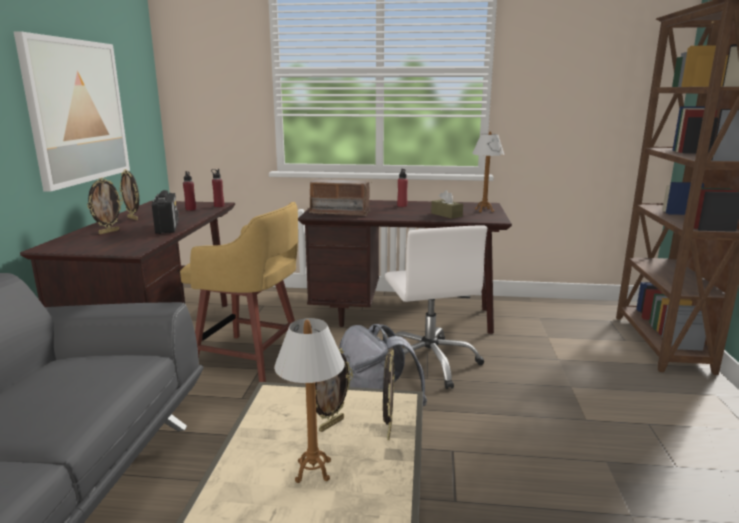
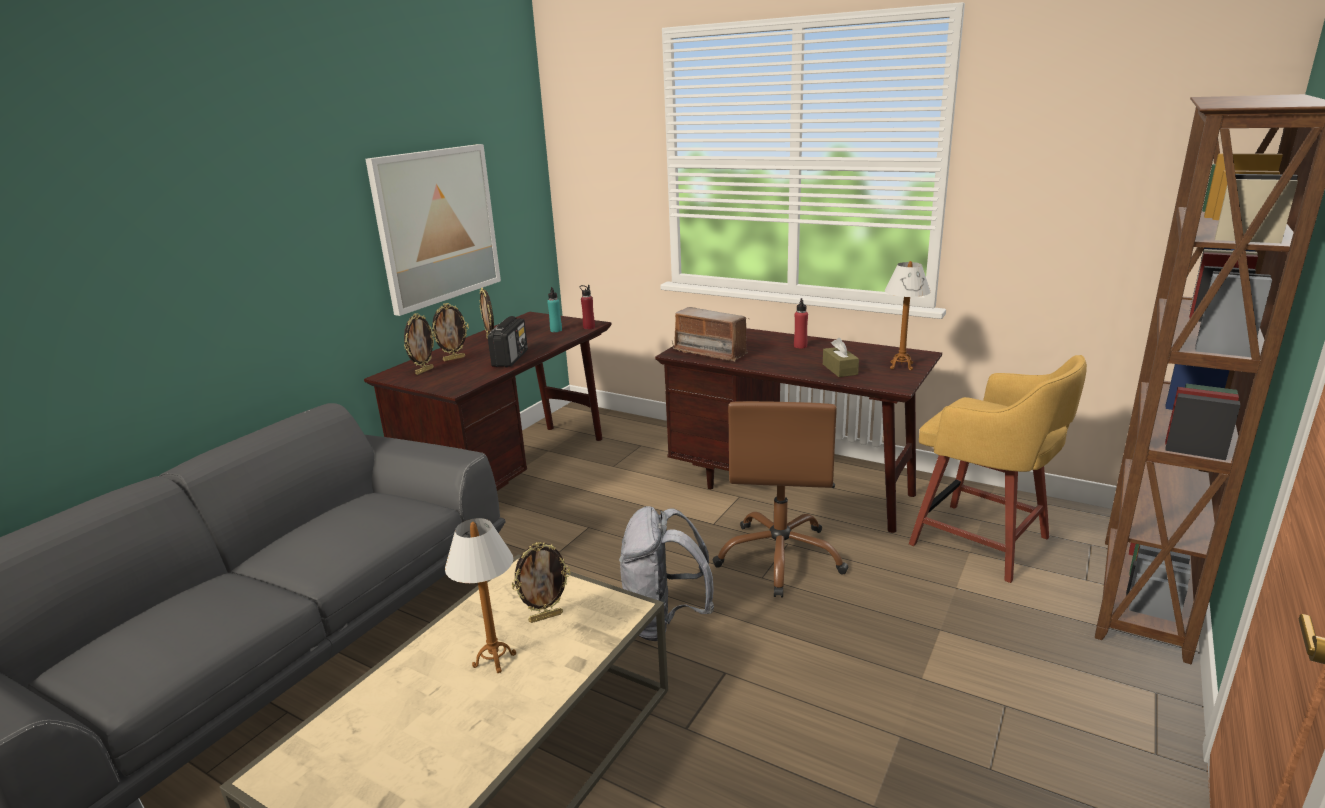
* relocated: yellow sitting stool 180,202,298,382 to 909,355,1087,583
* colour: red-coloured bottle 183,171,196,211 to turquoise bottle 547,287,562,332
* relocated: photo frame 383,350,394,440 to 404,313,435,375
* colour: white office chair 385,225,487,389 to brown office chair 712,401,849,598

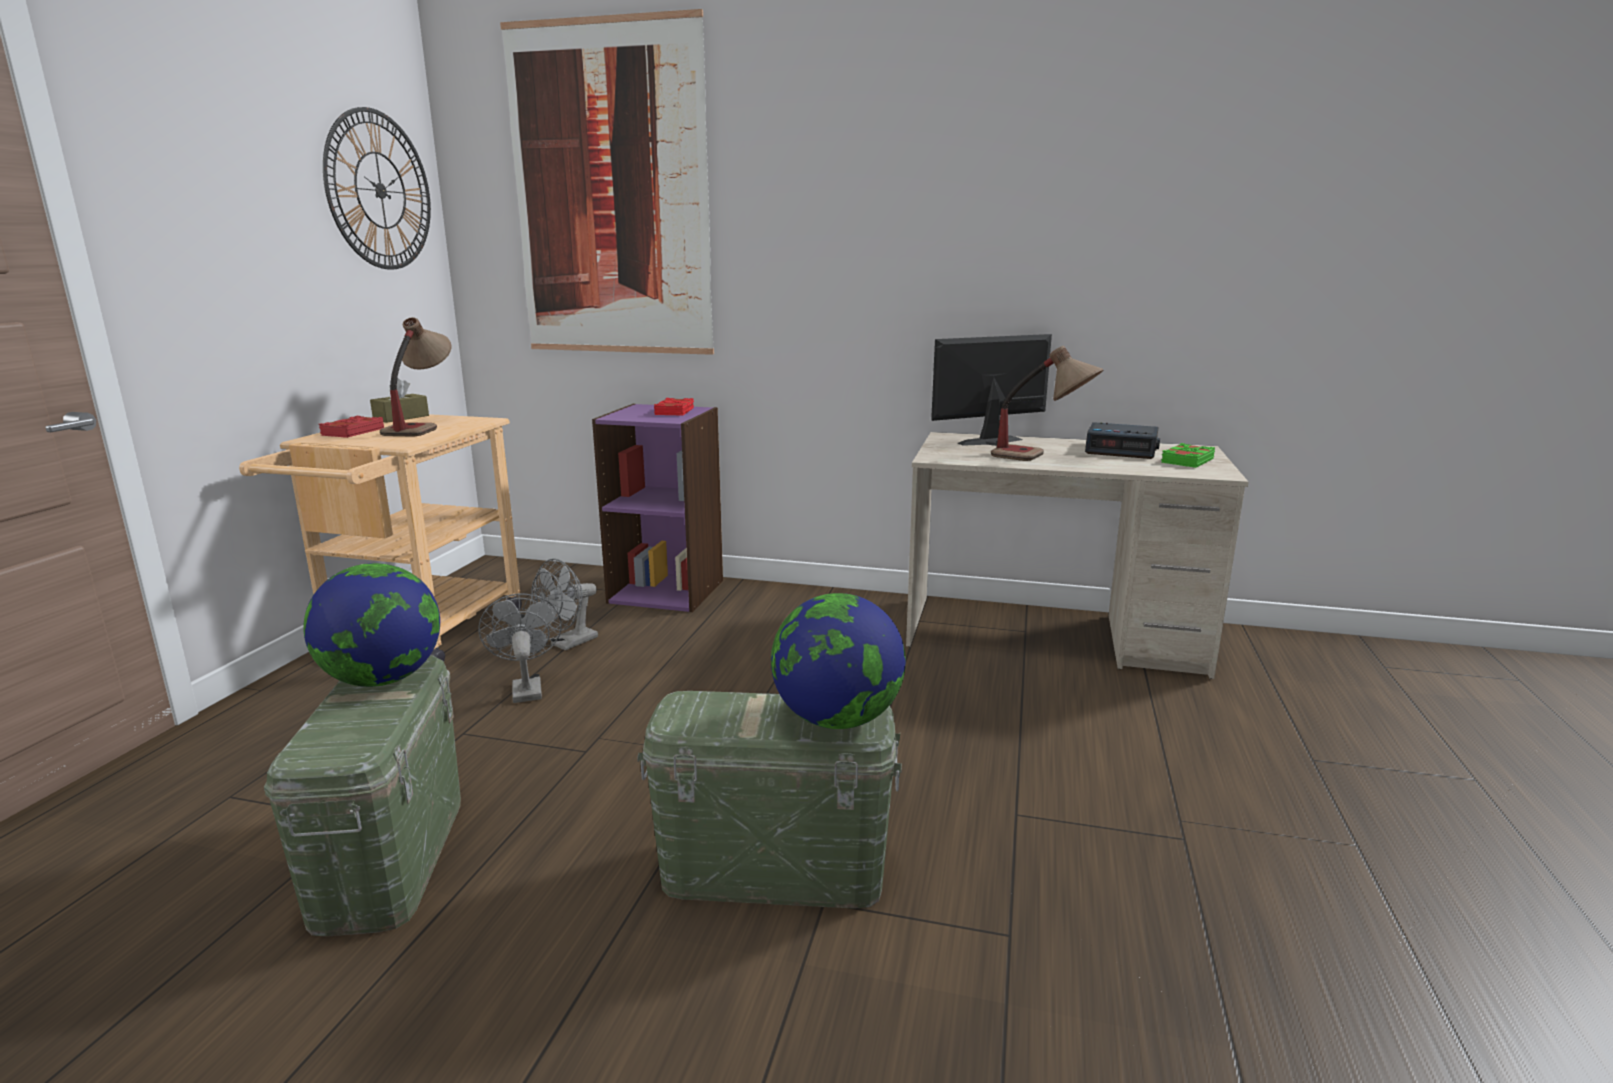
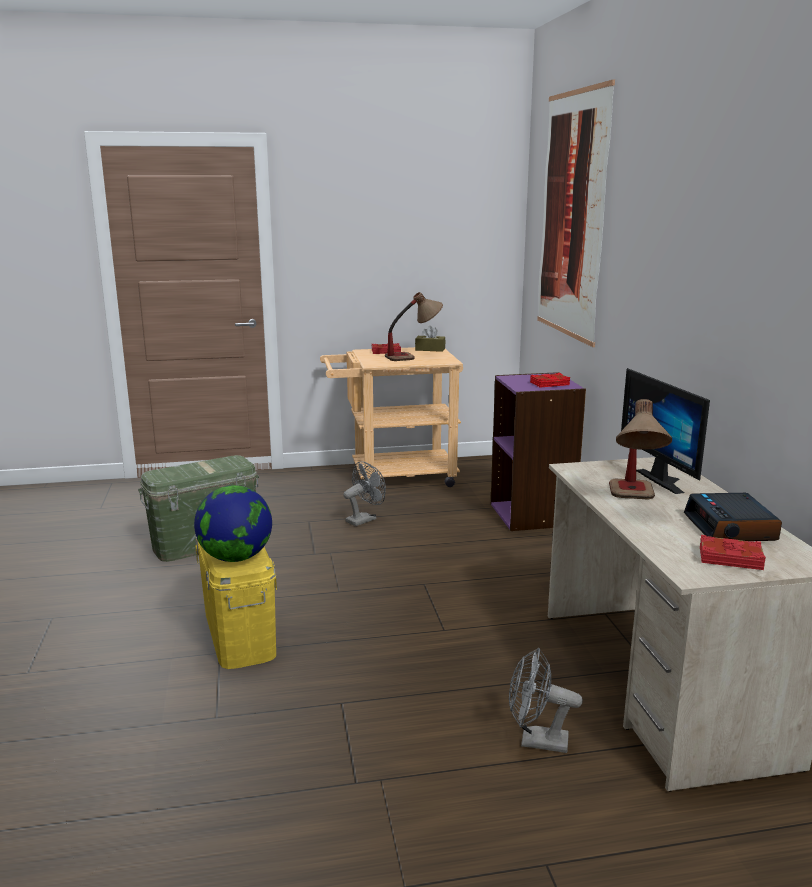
* missing: desk globe 303,563,440,687
* missing: wall clock 323,107,431,270
* relocated: greyish cooling fan 531,559,598,651 to 509,648,583,753
* colour: green storage container 637,691,902,909 to yellow storage container 195,536,277,669
* spun: computer screen 931,334,1052,446 = 621,368,710,494 150 degrees counterclockwise
* colour: green bound book 1161,443,1215,468 to red-coloured bound book 700,535,766,570

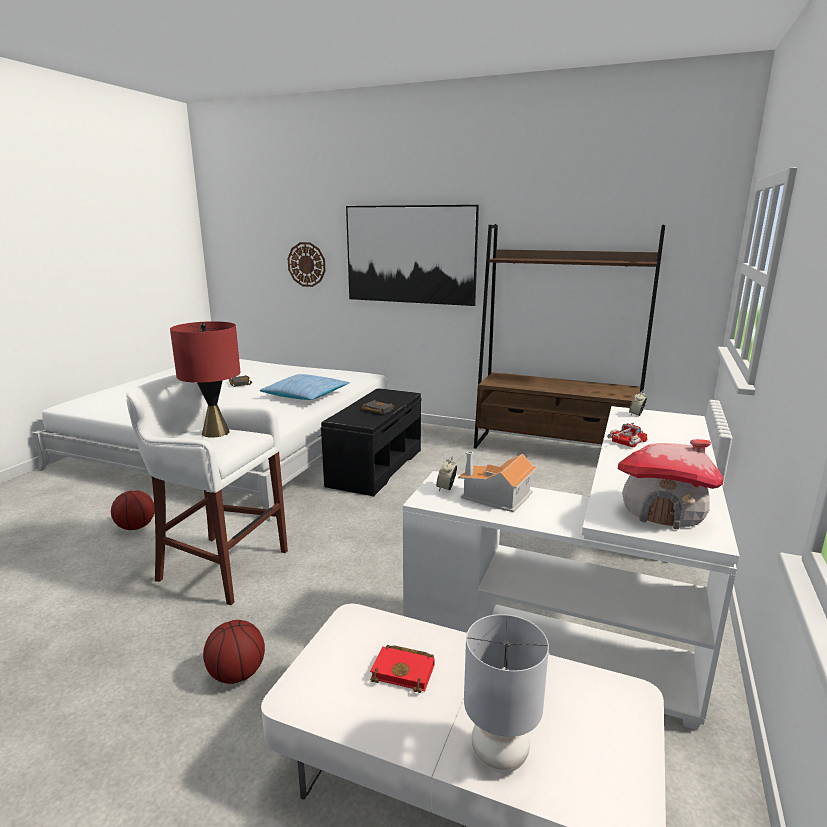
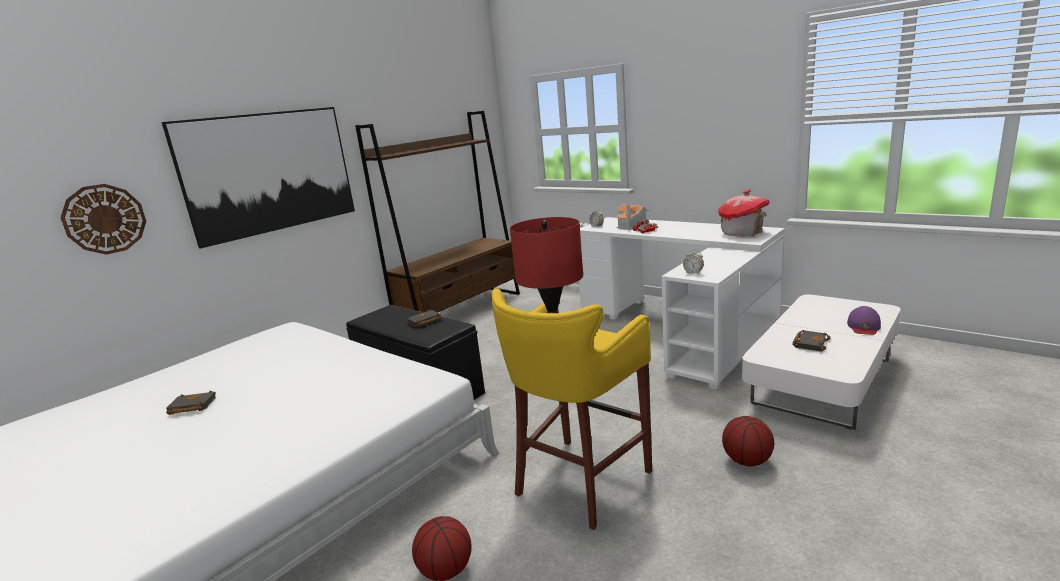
* colour: white sitting stool 126,375,288,605 to yellow sitting stool 492,288,652,530
* missing: throw pillow 260,374,350,400
* colour: red-coloured bound book 370,645,435,693 to black-coloured bound book 792,330,831,351
* relocated: miniature house 458,451,537,512 to 616,204,649,230
* exchanged: greyish lamp for a table 464,614,549,773 to purplish peaked cap 847,306,881,335

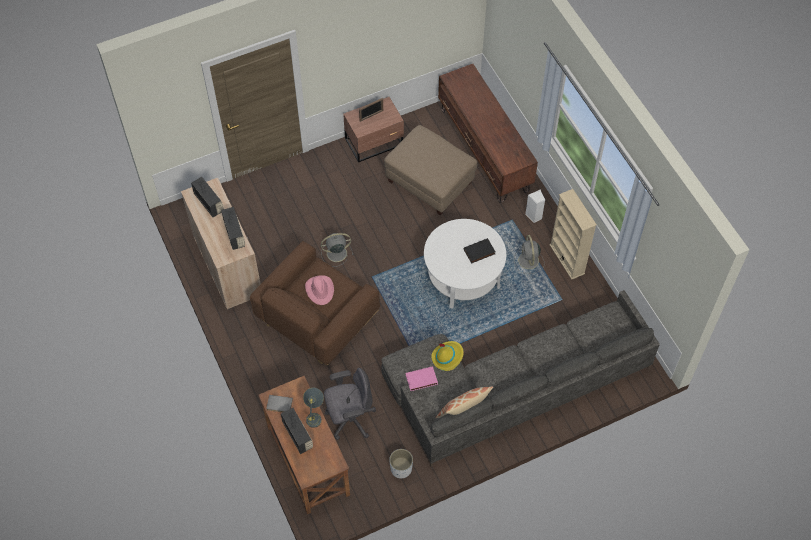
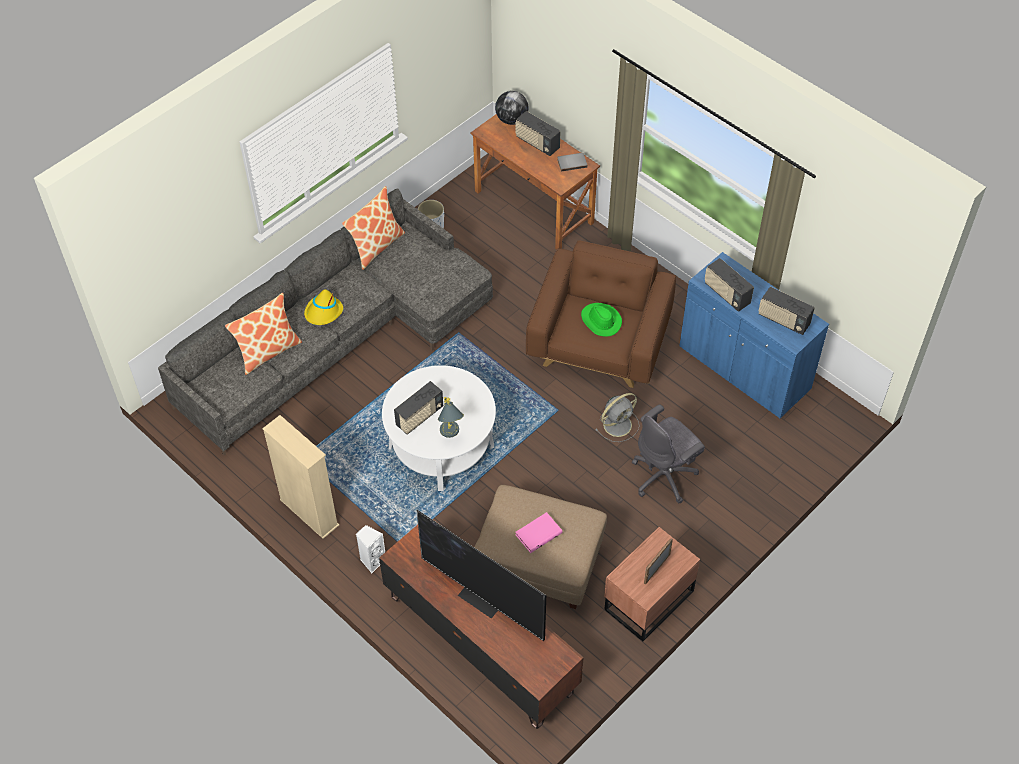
* colour: beige-coloured cupboard 181,178,261,309 to blue cupboard 680,252,829,418
* relocated: greyish lamp for a table 303,388,324,428 to 438,397,464,438
* colour: pink-coloured clothing hat 305,275,334,305 to green clothing hat 581,303,622,337
* relocated: greyish office chair 324,368,376,440 to 632,404,705,503
* relocated: pink-coloured bound book 406,366,438,391 to 515,512,563,553
* relocated: yellow clothing hat 431,341,464,371 to 304,289,343,325
* exchanged: black-coloured bound book 464,238,495,264 to radio 394,381,443,435
* missing: greyish cooling fan 514,235,545,274
* appeared: throw pillow 225,293,302,375
* appeared: TV set 417,510,546,641
* appeared: desk globe 495,91,529,125

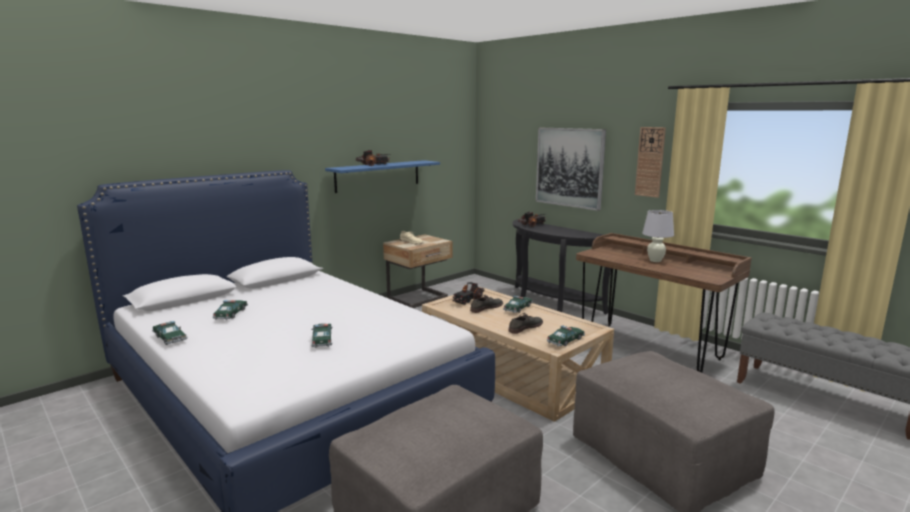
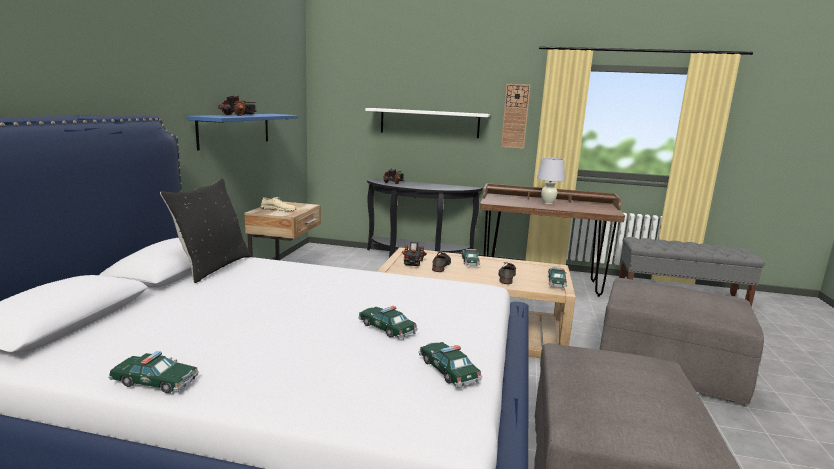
* relocated: toy car 213,300,248,320 to 418,342,483,388
* exchanged: wall picture 536,128,606,211 to white wall shelf 365,108,490,138
* appeared: black-coloured throw pillow 160,178,251,283

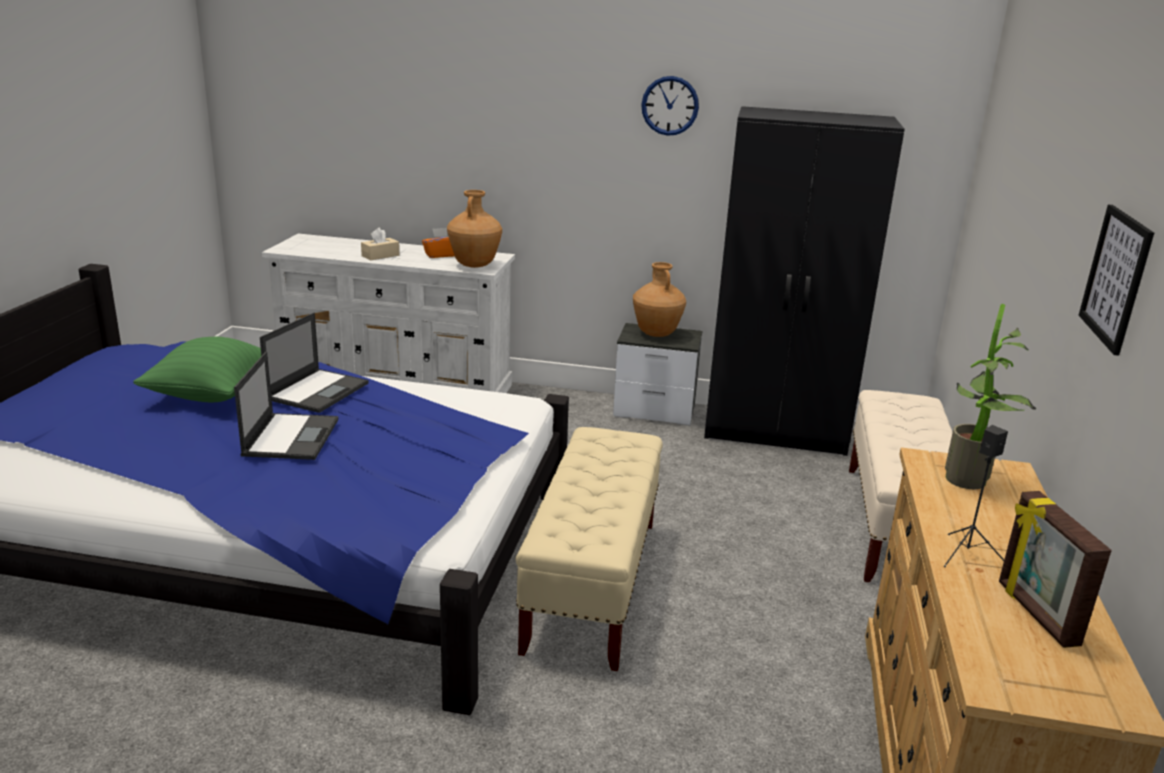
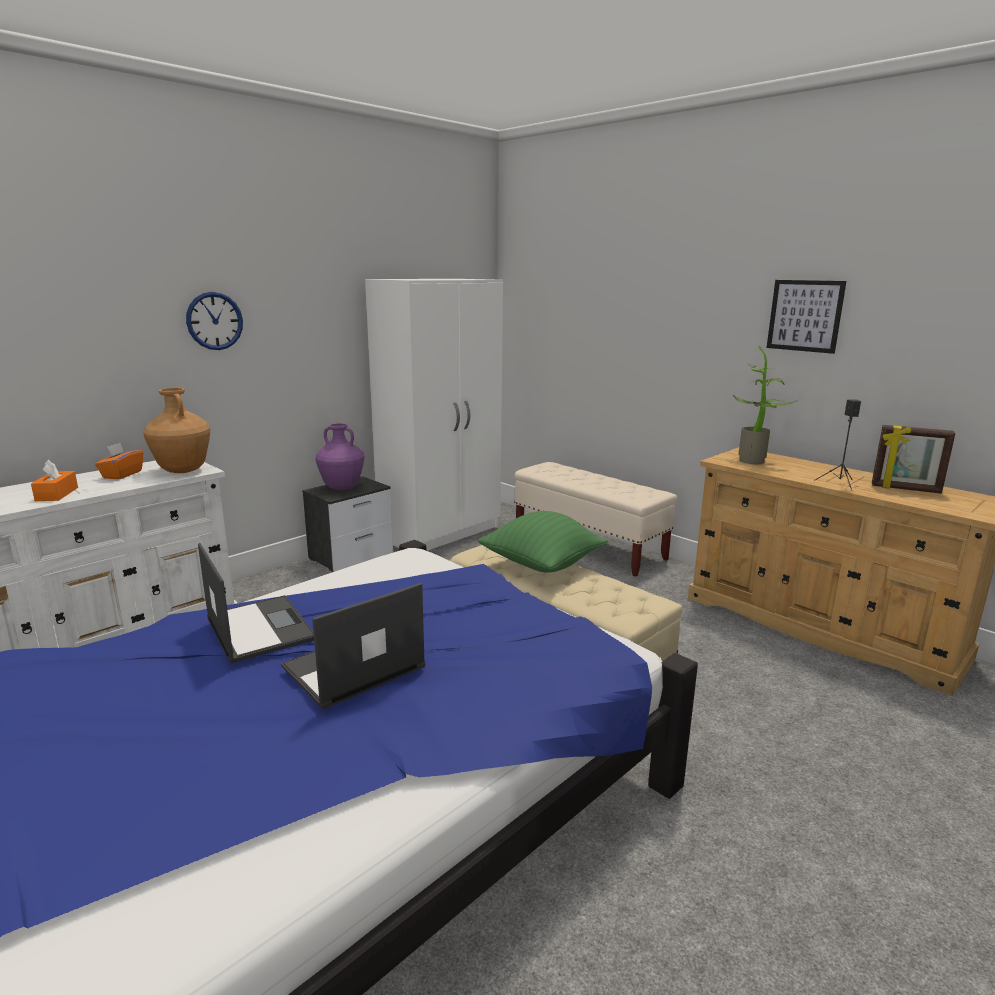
* relocated: green throw pillow 133,337,261,402 to 478,511,608,573
* spun: notebook computer 234,352,338,460 = 281,583,426,709 75 degrees counterclockwise
* colour: beige-coloured tissue holder 361,228,399,260 to orange tissue holder 31,460,78,501
* colour: brown vase 633,262,686,337 to purplish vase 315,423,364,490
* relocated: wall clock 641,76,699,136 to 186,292,243,350
* colour: black-coloured armoire 704,106,905,456 to white armoire 365,279,503,551

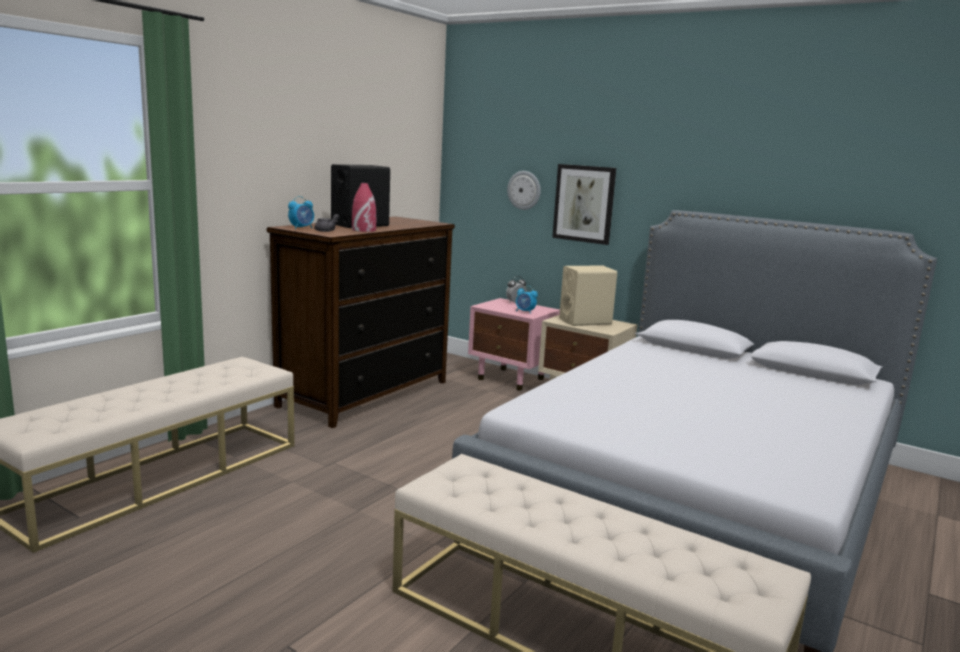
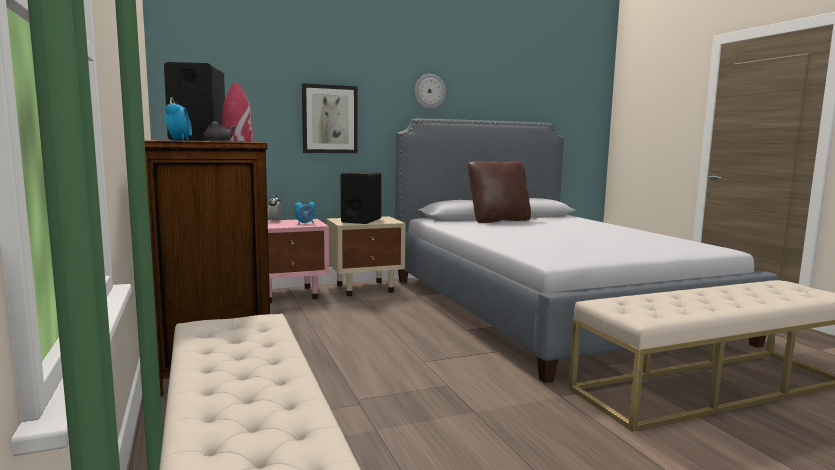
* relocated: wall clock 507,171,541,210 to 414,74,446,109
* colour: beige-coloured speaker 559,265,617,326 to black-coloured speaker 341,171,381,224
* appeared: brown throw pillow 468,161,531,223

